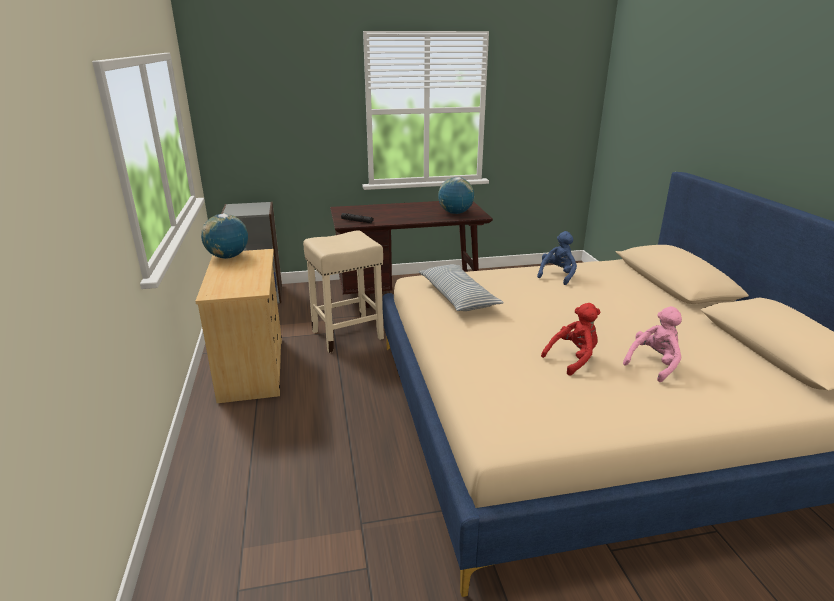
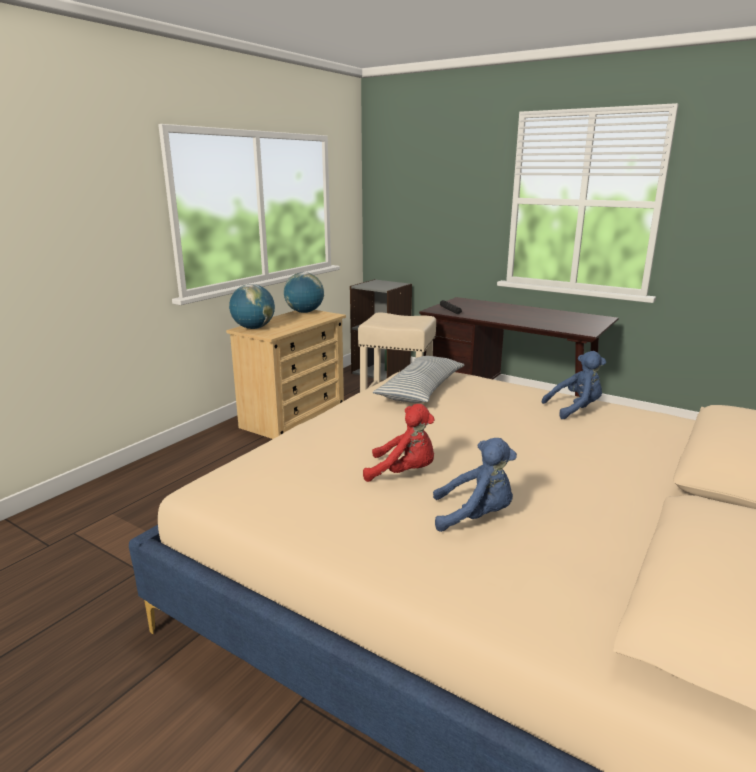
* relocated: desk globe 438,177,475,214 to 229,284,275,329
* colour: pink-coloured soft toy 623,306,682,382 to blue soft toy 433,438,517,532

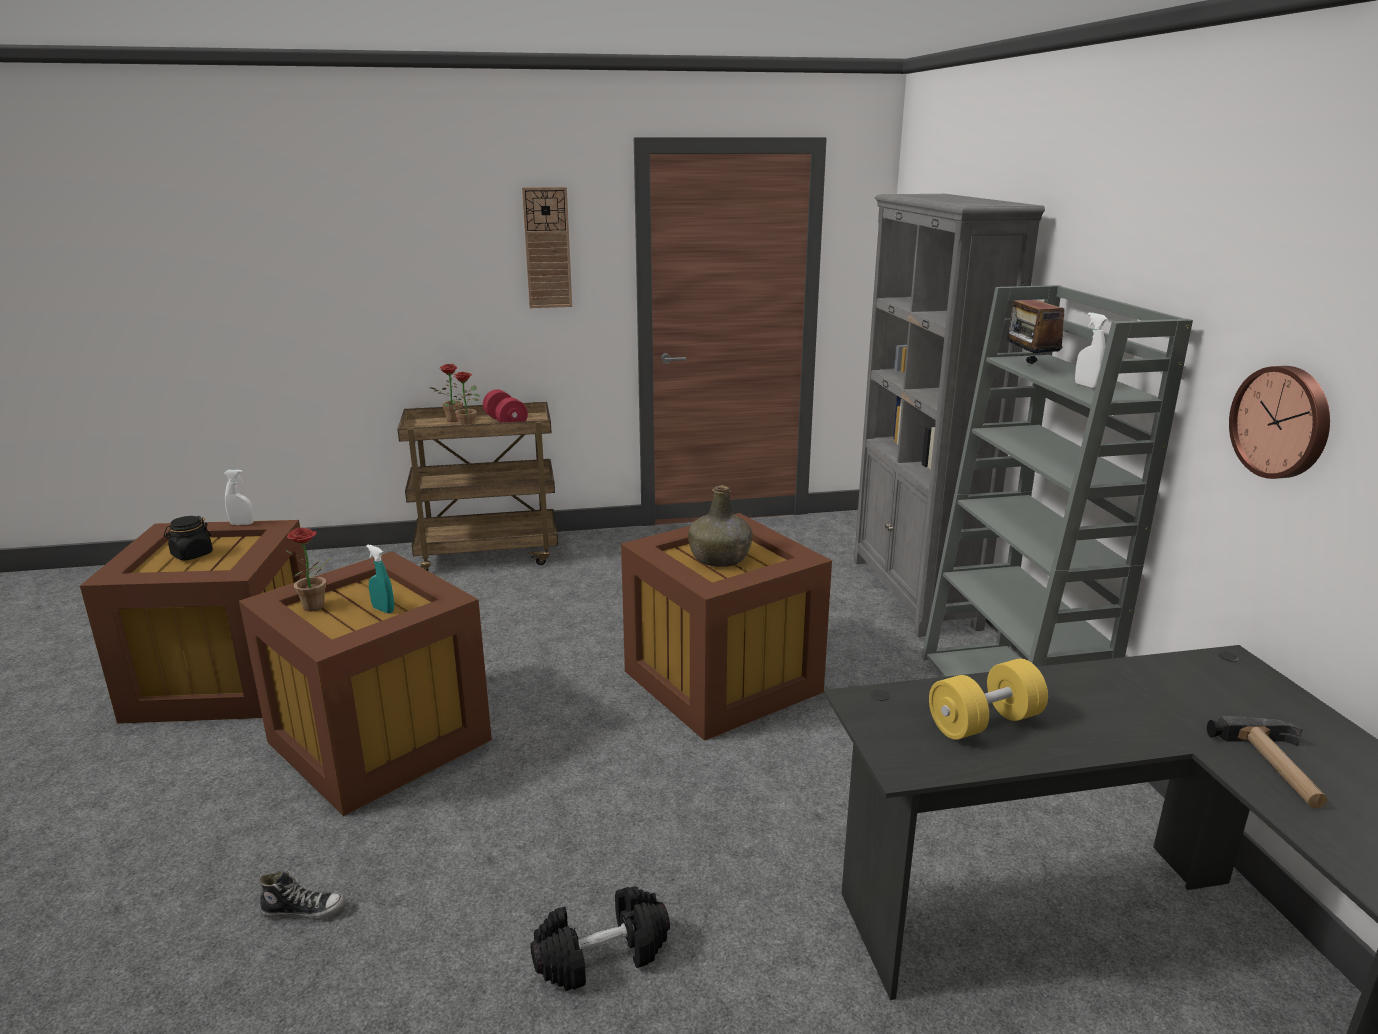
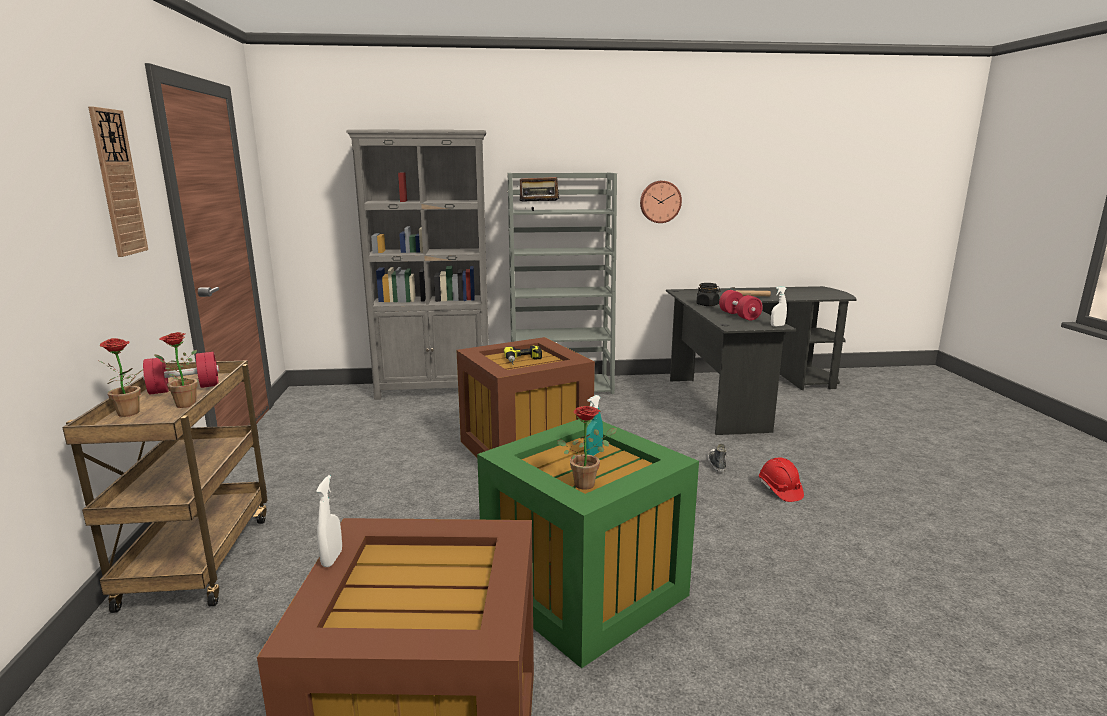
* relocated: black-coloured storage jar 164,516,213,561 to 697,283,720,306
* colour: brown storage container 239,551,492,816 to green storage container 477,419,699,668
* relocated: shoe 258,870,346,920 to 707,444,726,473
* exchanged: black-coloured dumbbell 530,886,670,991 to red-coloured work helmet 759,457,804,502
* exchanged: green bottle 688,485,753,567 to drill 504,345,542,365
* colour: yellow dumbbell 929,659,1048,740 to red-coloured dumbbell 719,290,763,320
* relocated: white hand sprayer 1075,312,1108,389 to 771,286,787,327

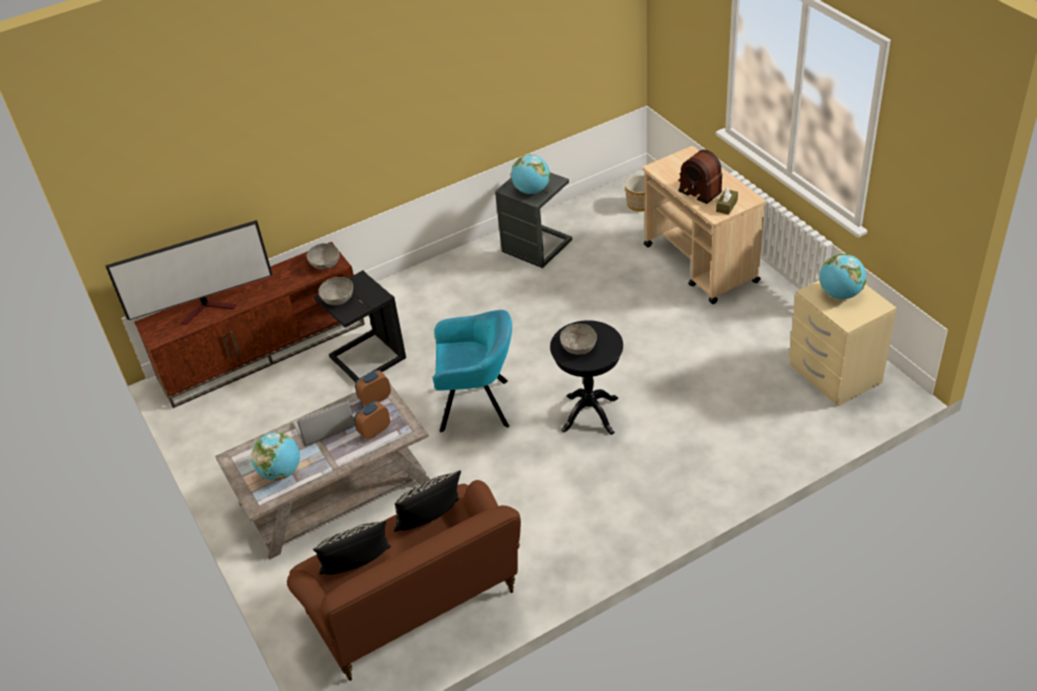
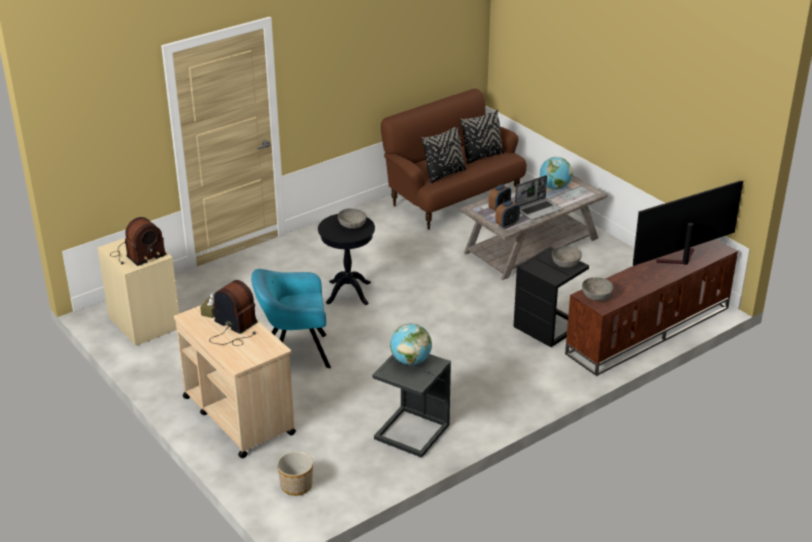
* relocated: turquoise armchair 433,310,512,432 to 251,269,331,368
* exchanged: desk globe 819,254,866,299 to radio 110,217,166,266

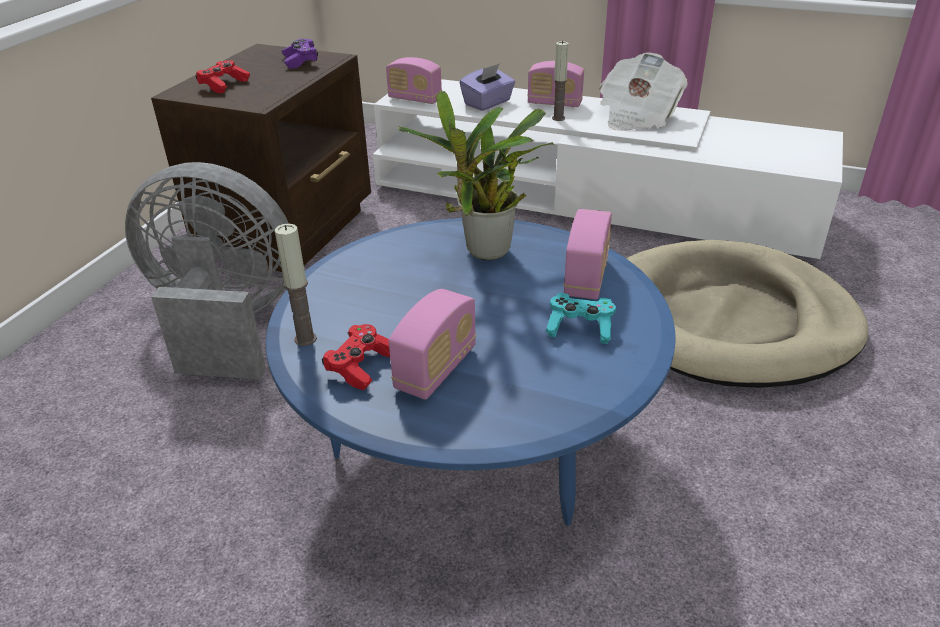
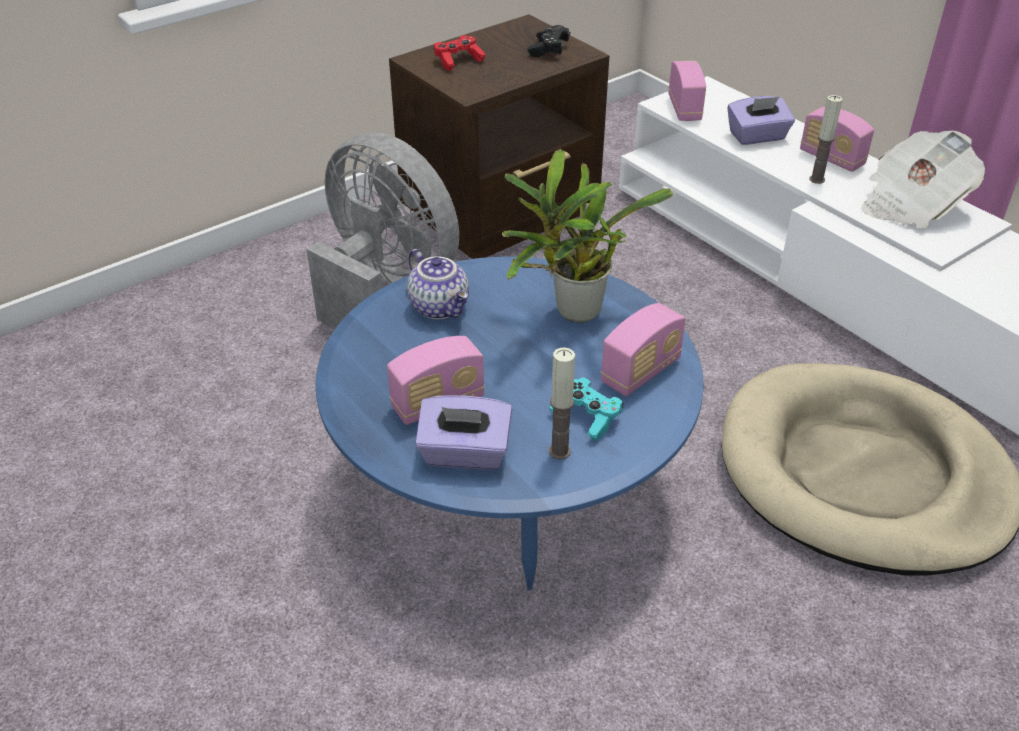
* relocated: wax light 275,224,317,346 to 549,347,575,460
* colour: purplish gamepad 282,39,318,69 to black-coloured gamepad 528,25,570,57
* missing: red-coloured gamepad 322,324,390,390
* spun: radio 386,57,442,104 = 668,61,706,121 150 degrees counterclockwise
* appeared: pot for tea 407,249,469,319
* appeared: purplish tissue holder 415,395,512,470

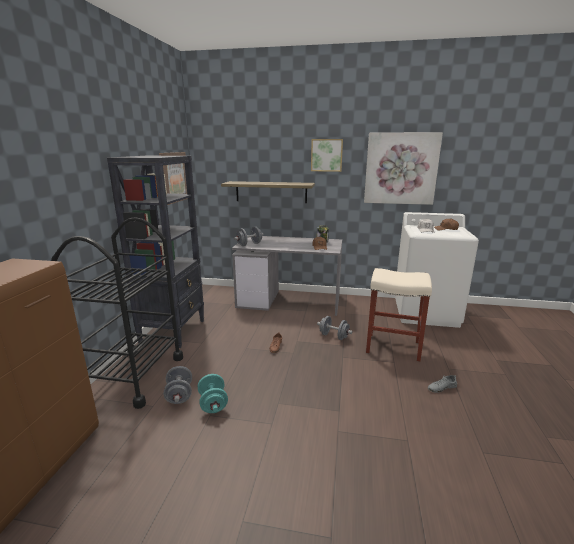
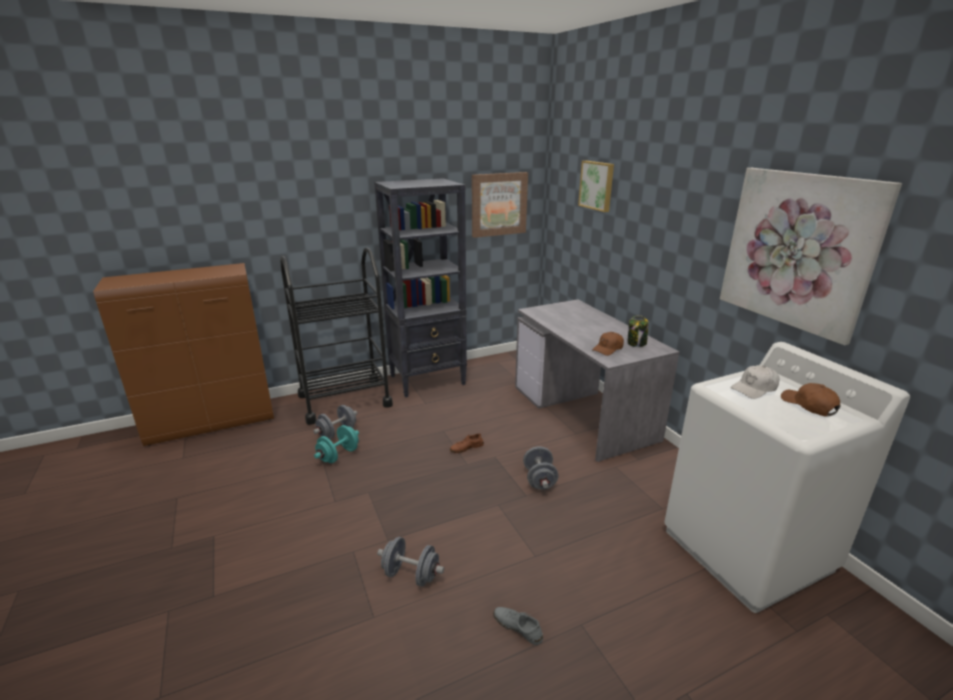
* missing: wall shelf 221,181,315,203
* relocated: greyish dumbbell 234,226,264,246 to 377,537,444,587
* relocated: wall picture 311,139,343,172 to 578,161,614,212
* missing: beige-coloured sitting stool 366,268,432,361

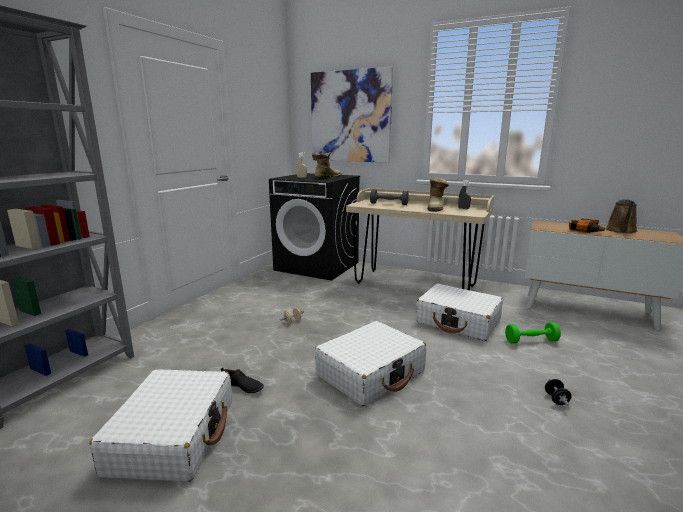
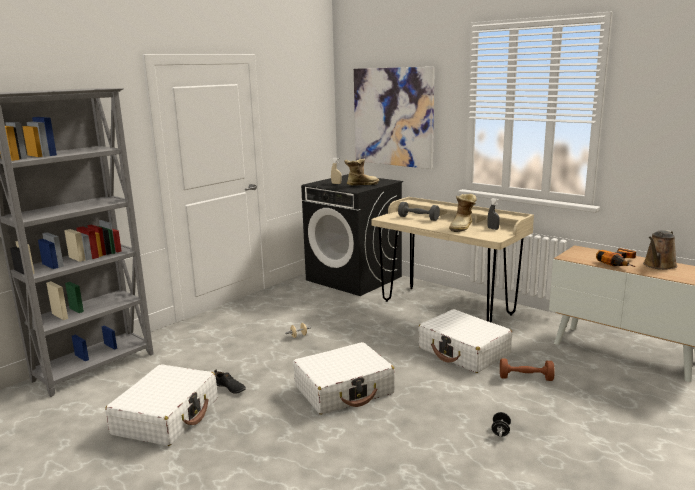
* colour: green dumbbell 505,322,561,344 to brown dumbbell 500,358,555,381

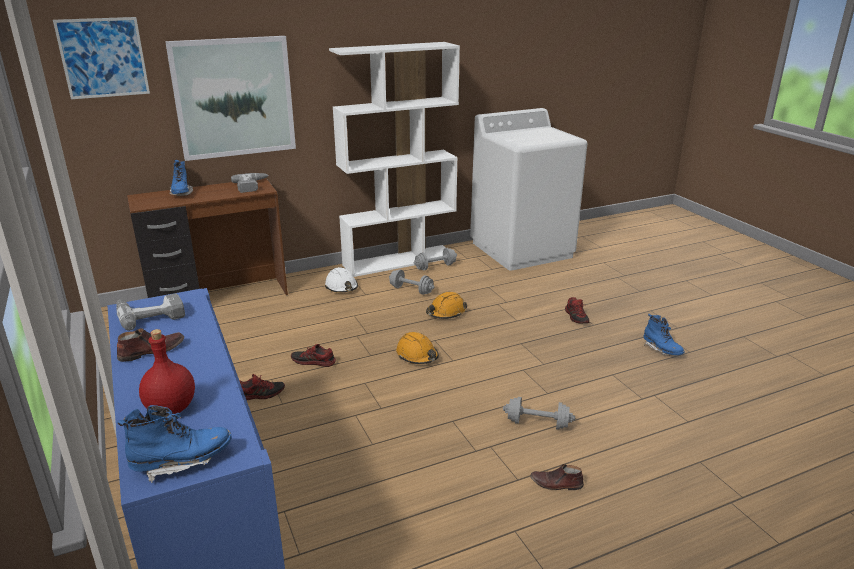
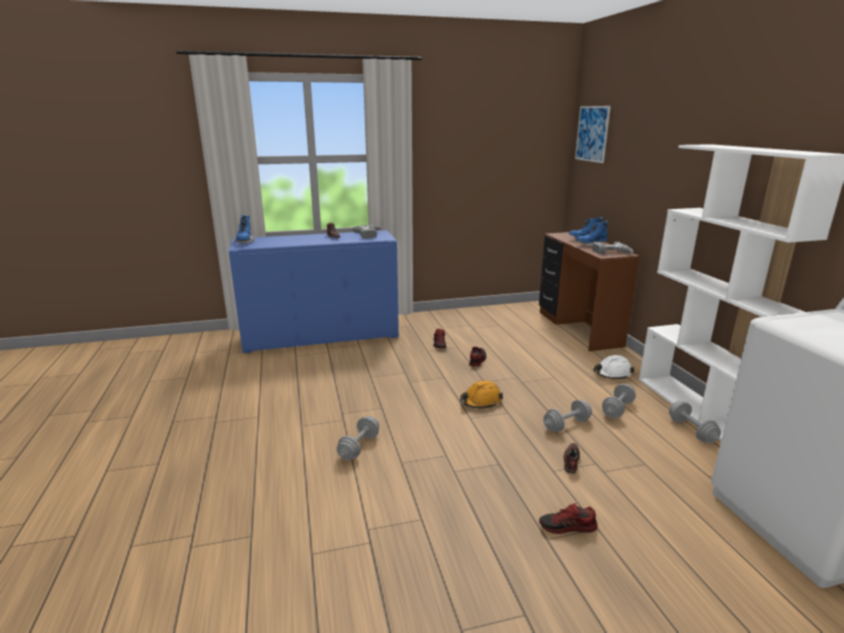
* missing: red-coloured bottle 139,329,195,414
* missing: wall picture 165,36,296,161
* exchanged: orange work helmet 426,292,467,319 to greyish dumbbell 543,400,592,432
* relocated: brown shoe 530,464,584,490 to 564,443,580,474
* relocated: blue high-top boot 643,314,685,356 to 576,221,608,246

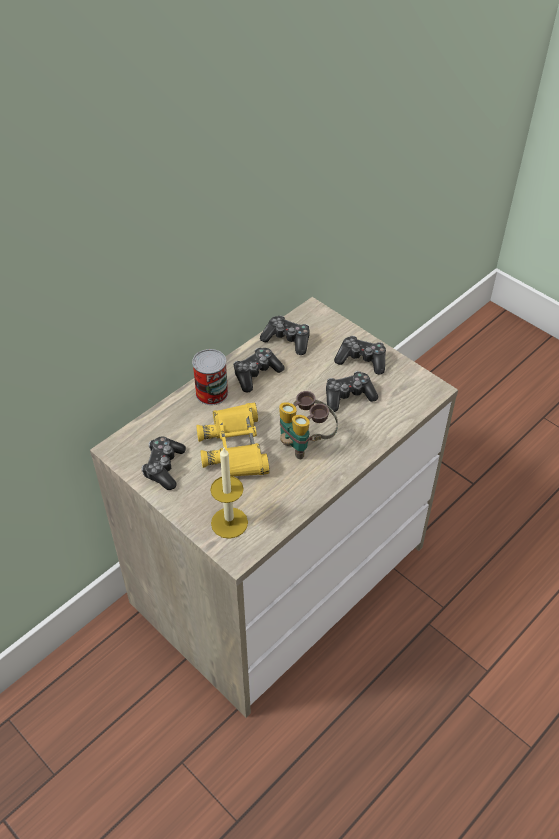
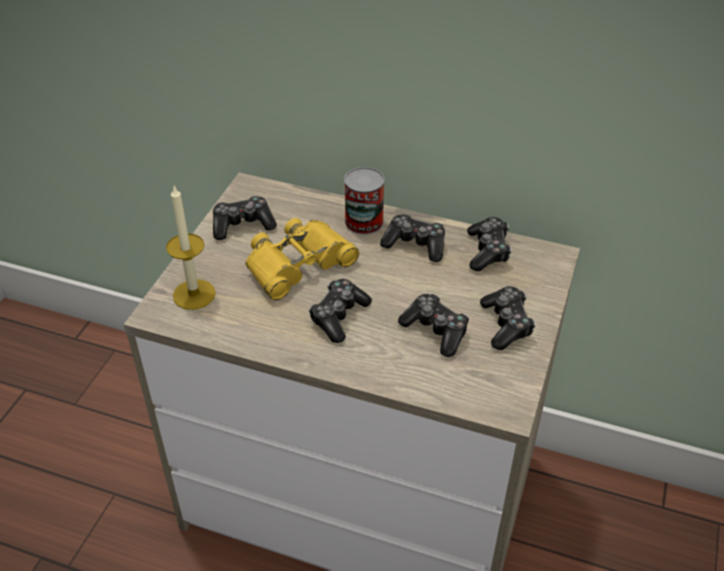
* exchanged: binoculars 279,391,338,459 to gamepad 309,279,372,343

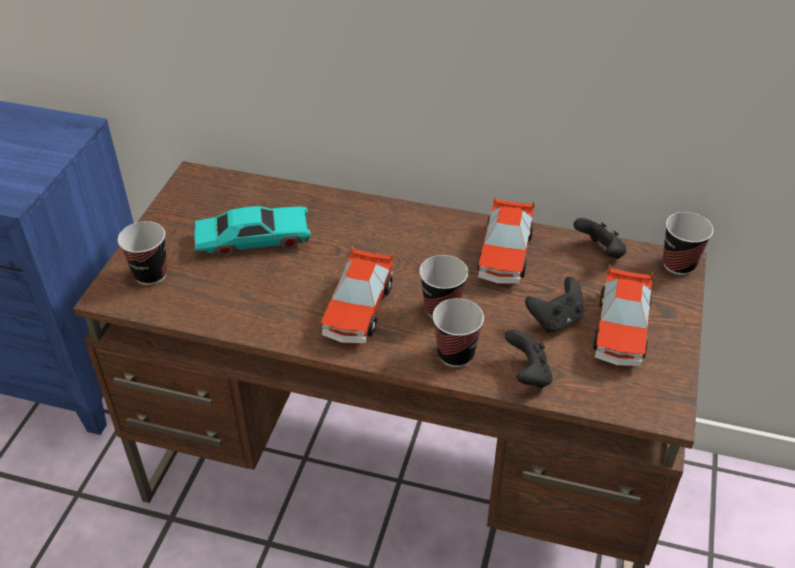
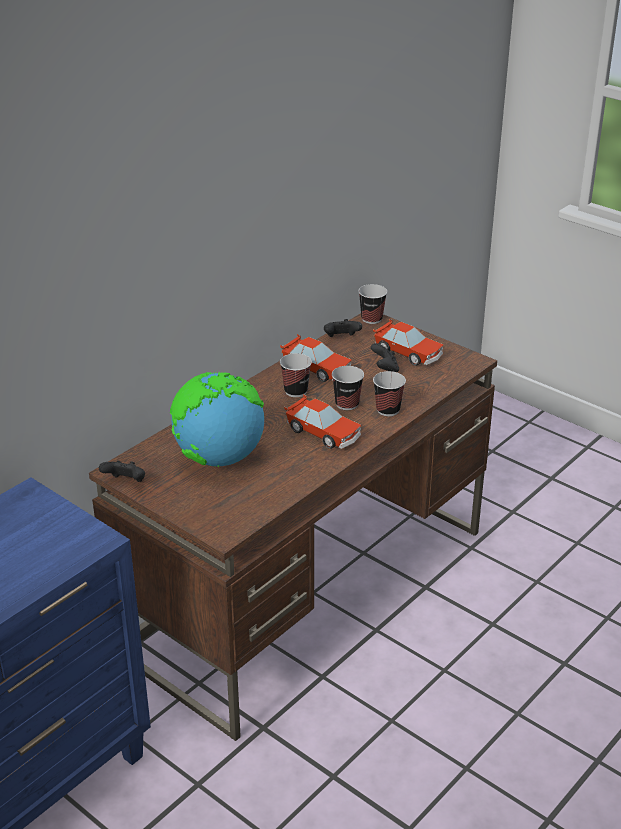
* relocated: drinking cup 118,221,168,285 to 280,353,312,397
* exchanged: turquoise toy car 194,202,311,256 to desk globe 170,372,264,467
* relocated: black-coloured gamepad 505,330,553,388 to 99,461,145,482

